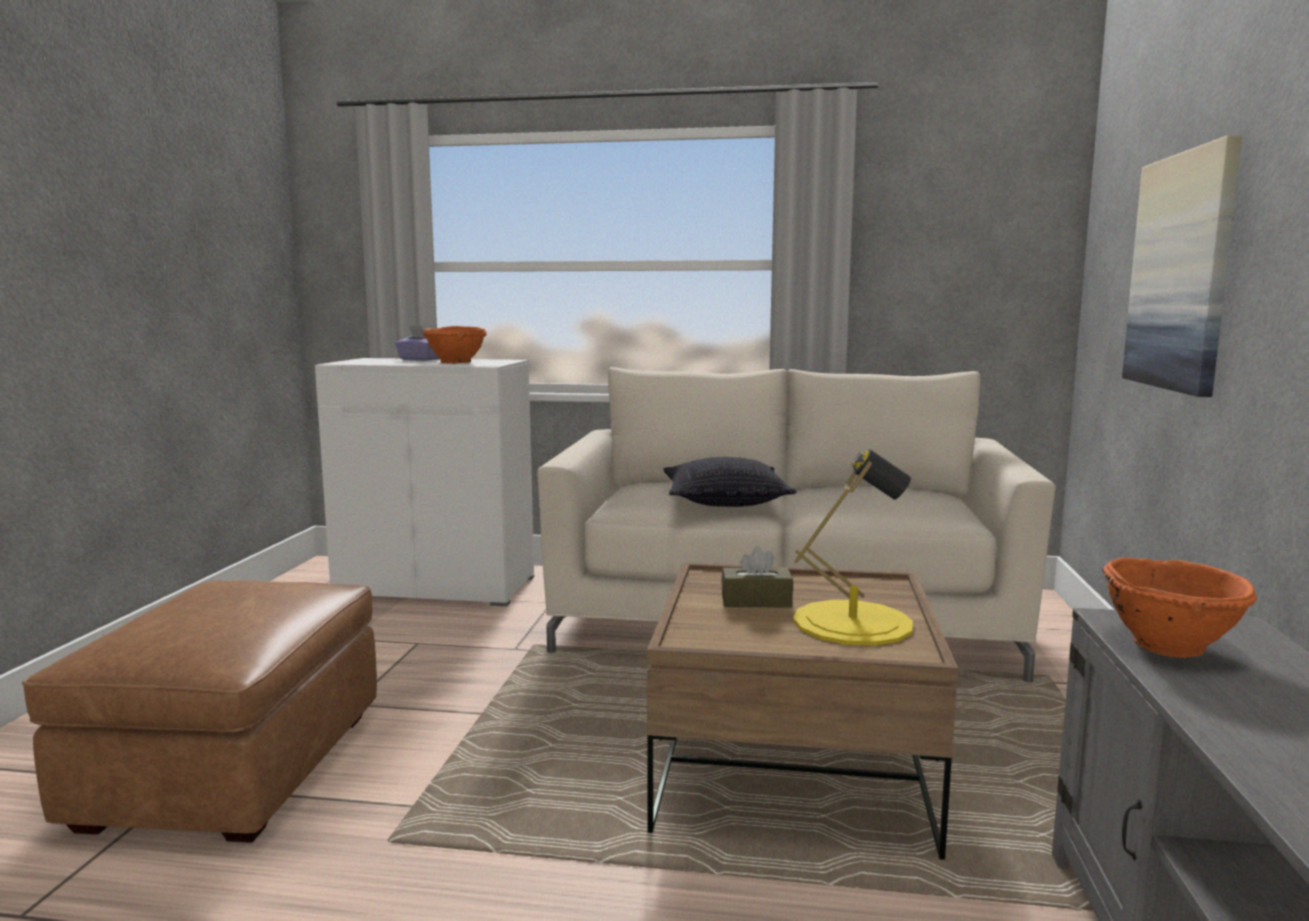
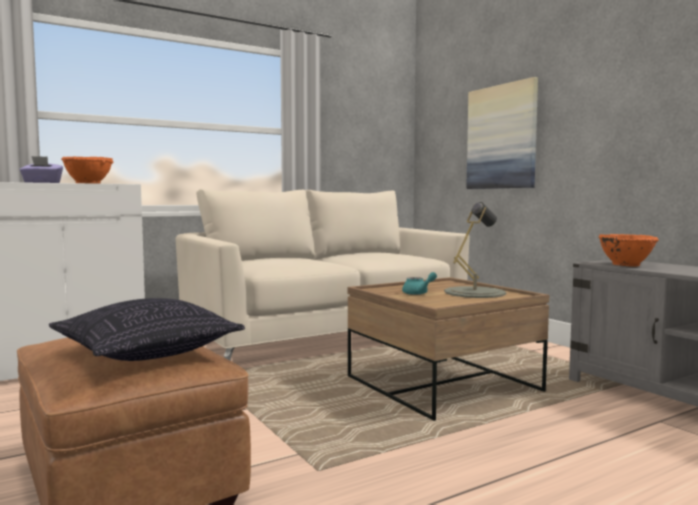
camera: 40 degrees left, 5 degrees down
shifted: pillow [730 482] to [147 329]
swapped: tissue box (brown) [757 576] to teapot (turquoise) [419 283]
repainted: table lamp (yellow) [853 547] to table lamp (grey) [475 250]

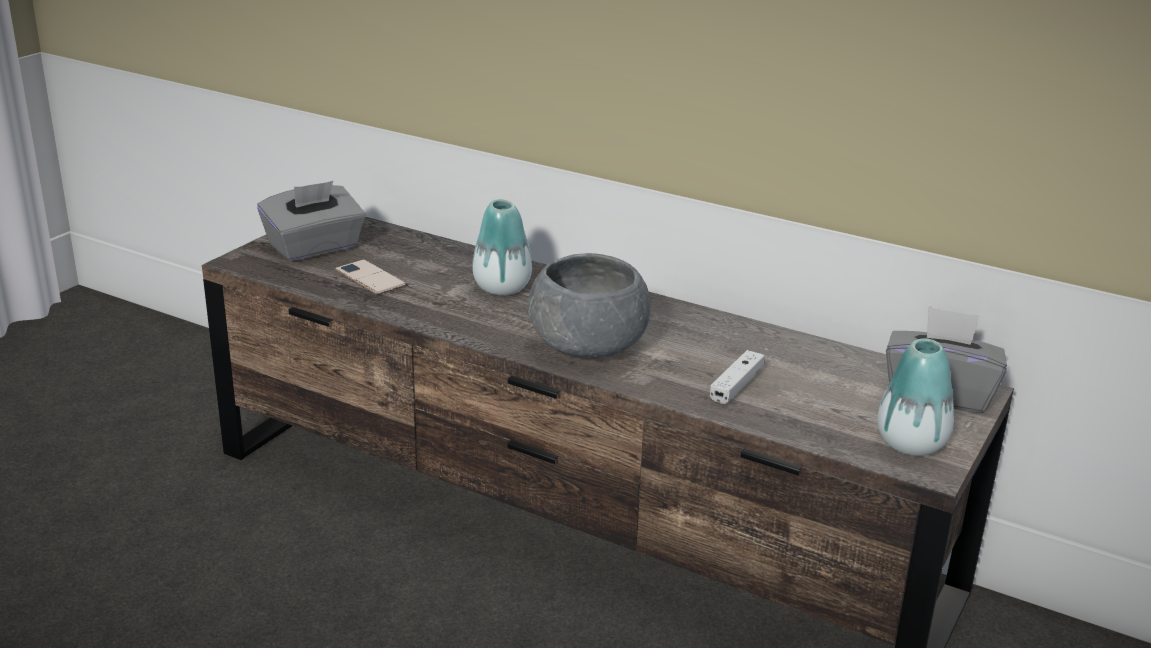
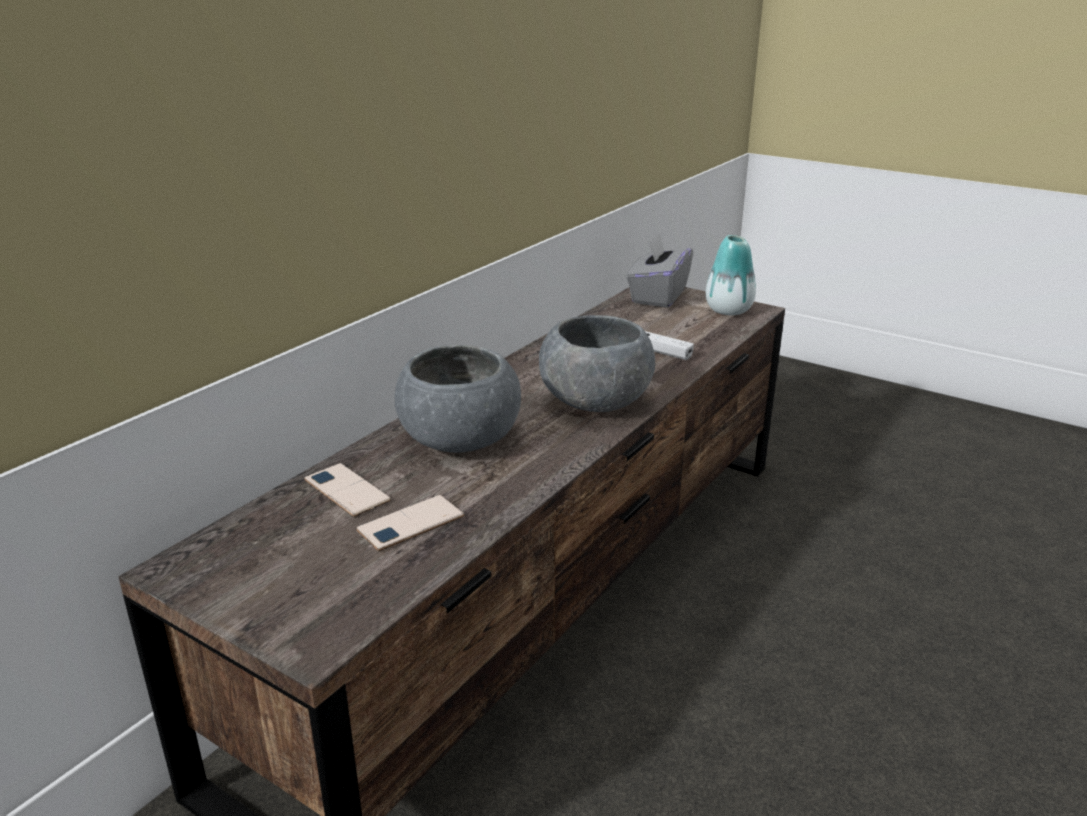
camera: 85 degrees left, 0 degrees up
gone: tissue box (grey) [311 221]
new: phone [347 490]
swapped: vase [502 247] to bowl (grey) [458 399]

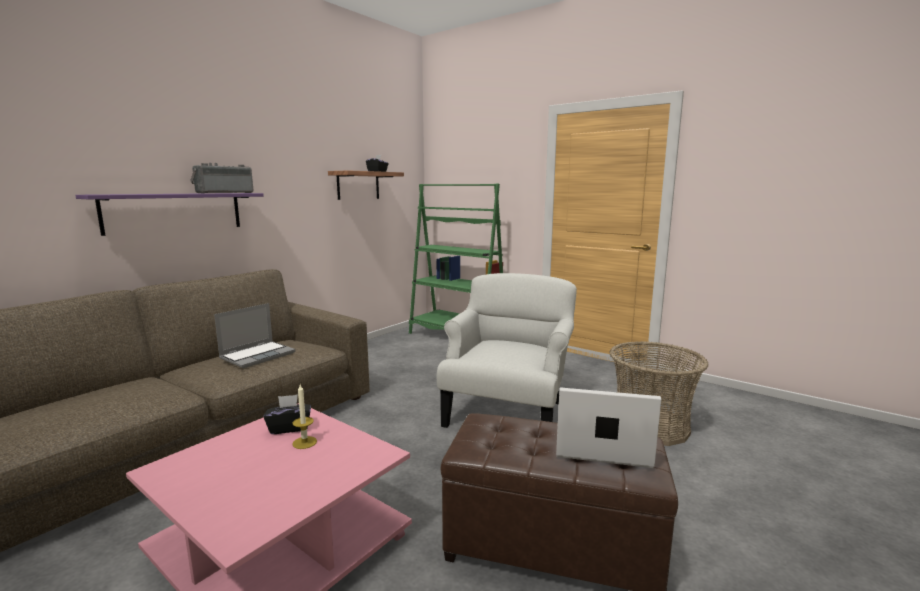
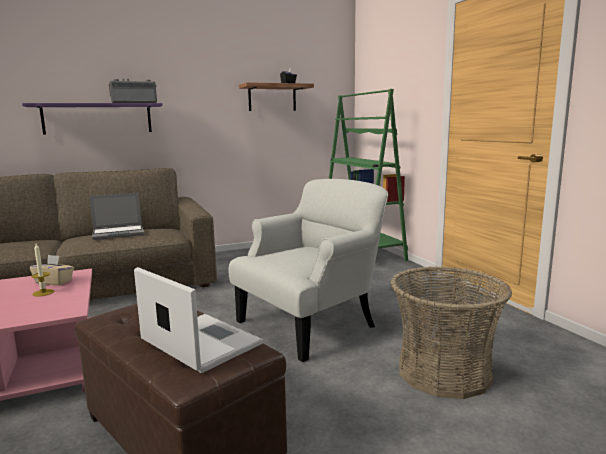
camera: 30 degrees right, 0 degrees up
repainted: tissue box (black) [287 414] to tissue box (beige) [52 270]

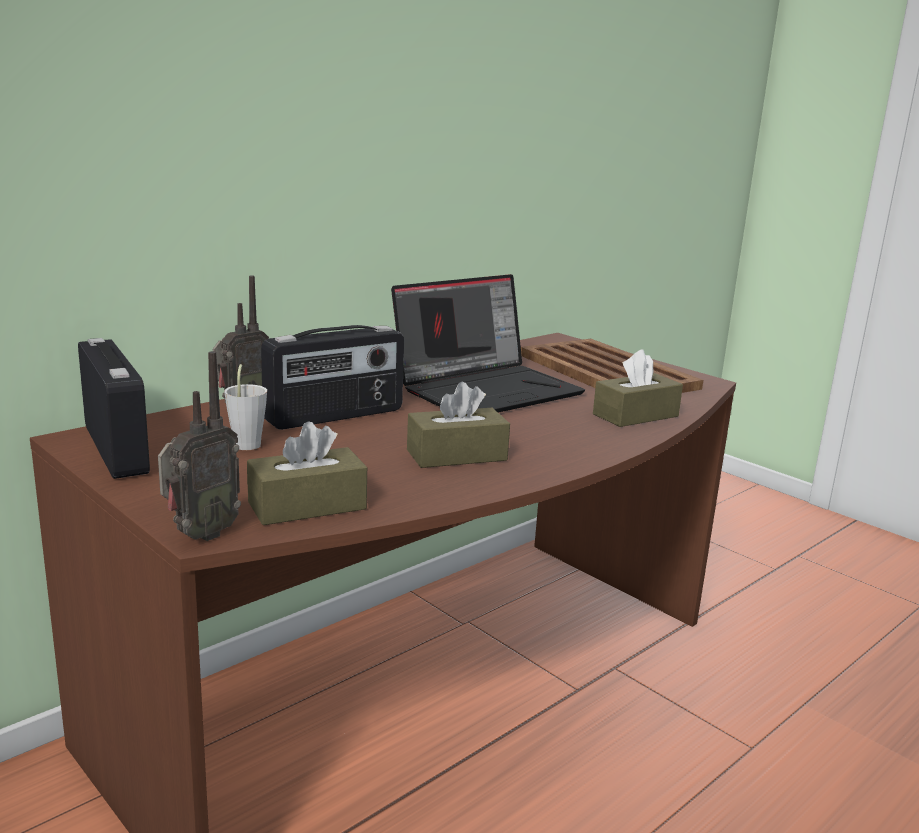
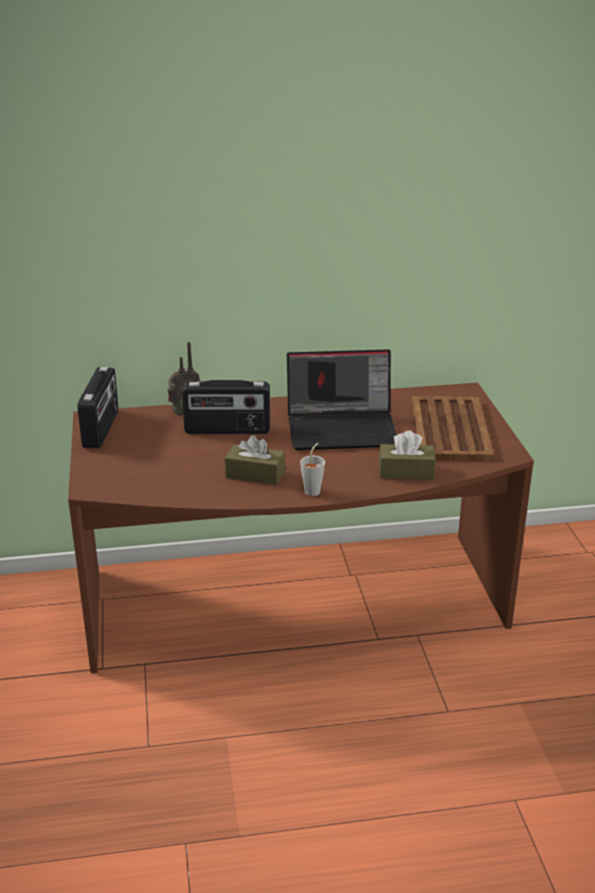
camera: 35 degrees right, 10 degrees up
gone: radio [199 446]; tissue box (brown) [307 473]
shifted: cup (grey) [245 407] to [312 469]

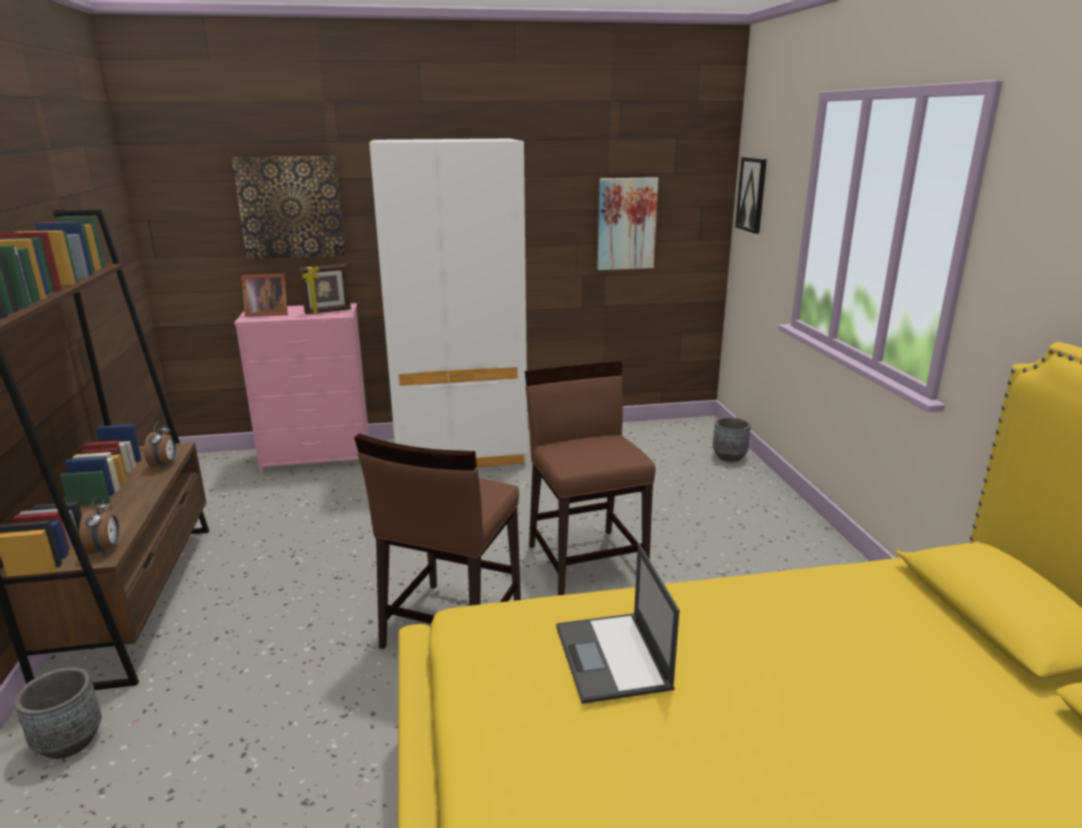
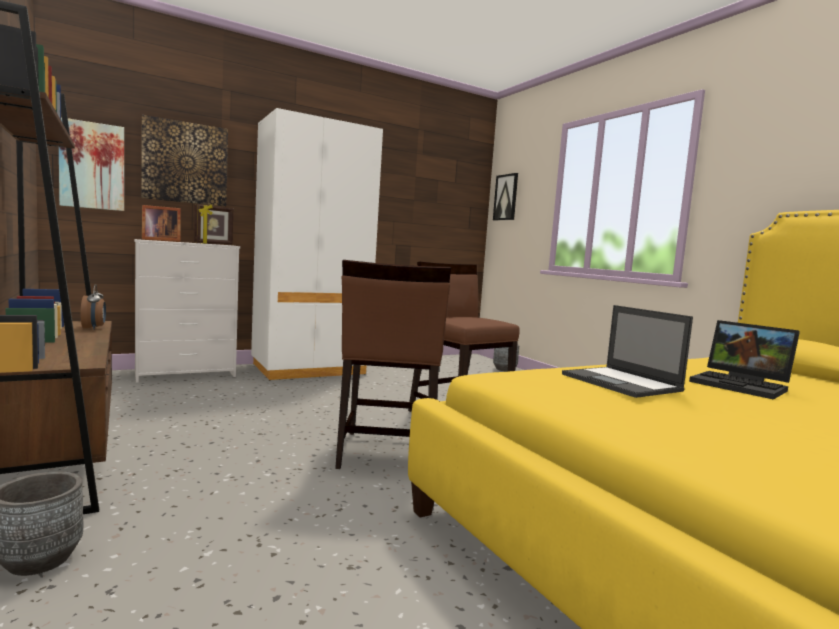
camera: 20 degrees left, 15 degrees down
gone: alarm clock [99 526]
new: laptop [744 360]
shifted: picture [627 223] to [91 164]
repainted: dresser (pink) [301 388] to dresser (white) [187 311]

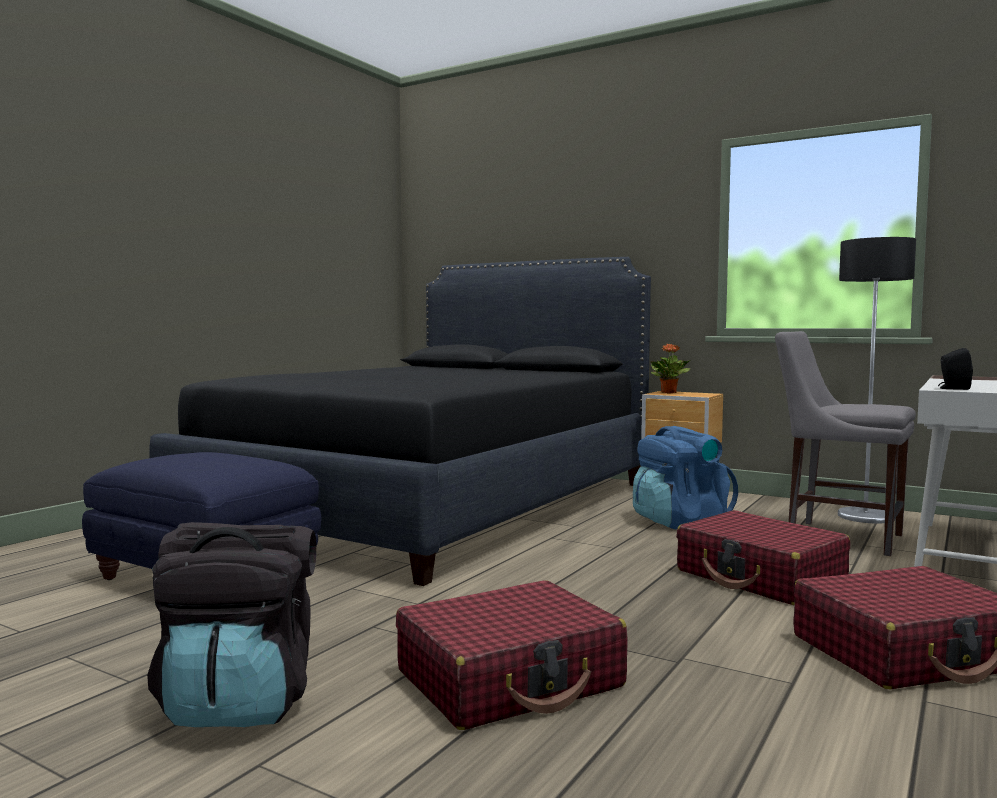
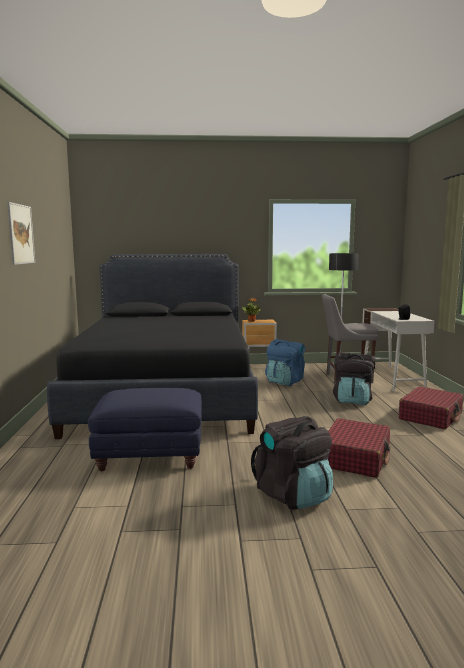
camera: 35 degrees left, 5 degrees up
new: picture [21 233]
swapped: suitcase (red) [763 557] to backpack (black) [354 378]

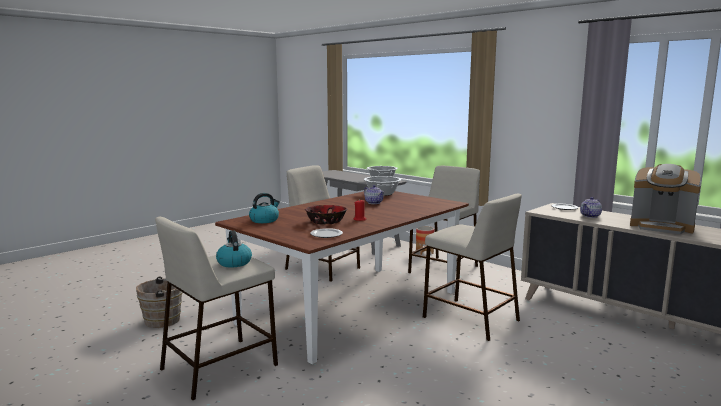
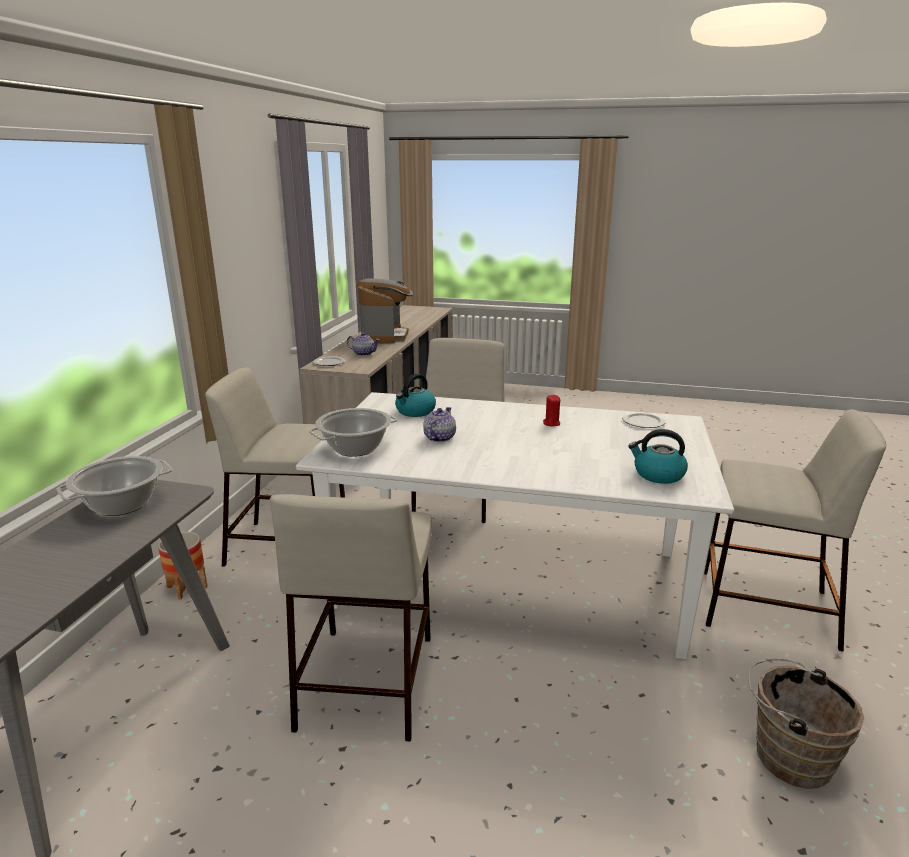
camera: 120 degrees left, 10 degrees up
gone: bowl [326 215]
shifted: kettle [234 248] to [415 395]
repainted: dining table (brown) [342 277] to dining table (white) [515 525]

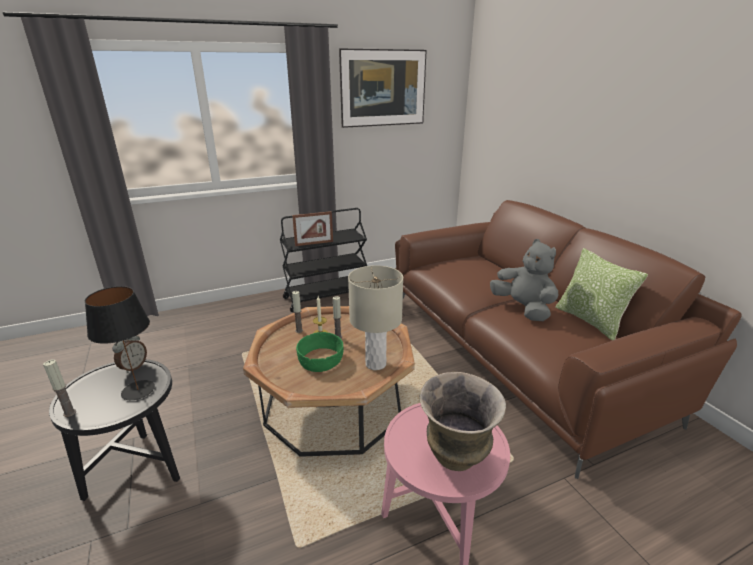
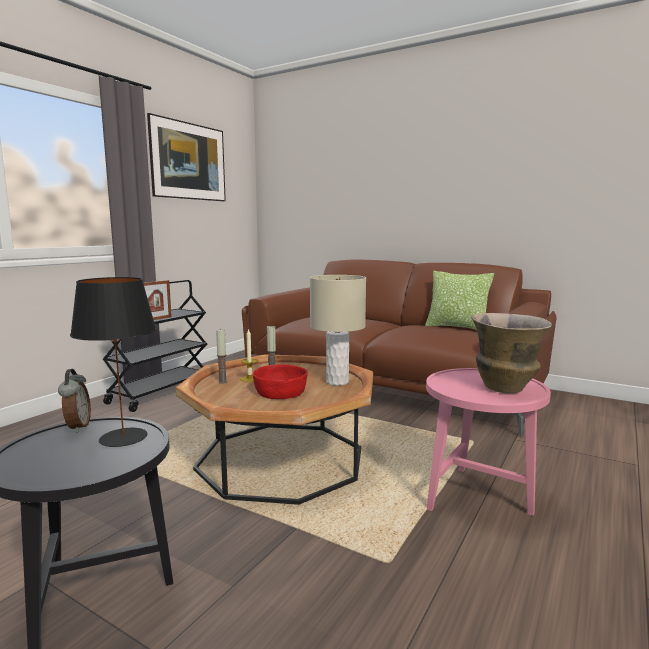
camera: 35 degrees left, 15 degrees down
gone: candle [59 388]; plush toy (grey) [524 280]
repainted: bowl (green) [319 352] to bowl (red) [280 381]

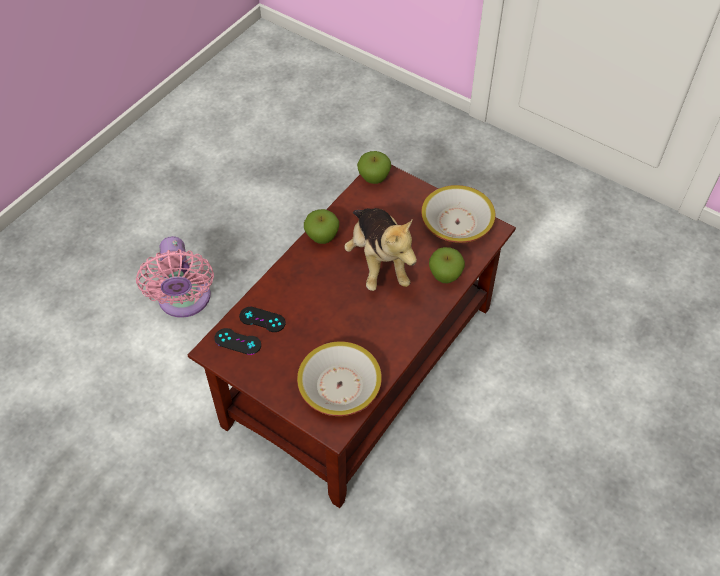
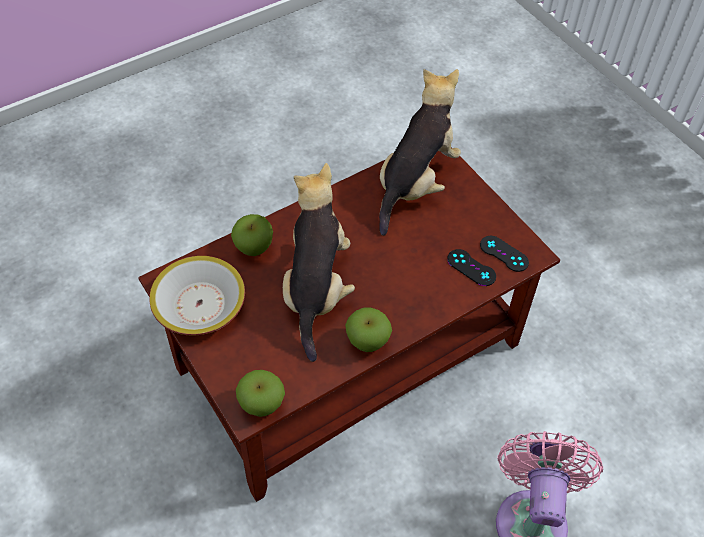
camera: 160 degrees left, 0 degrees up
swapped: bowl [339 378] to plush toy [420 152]

